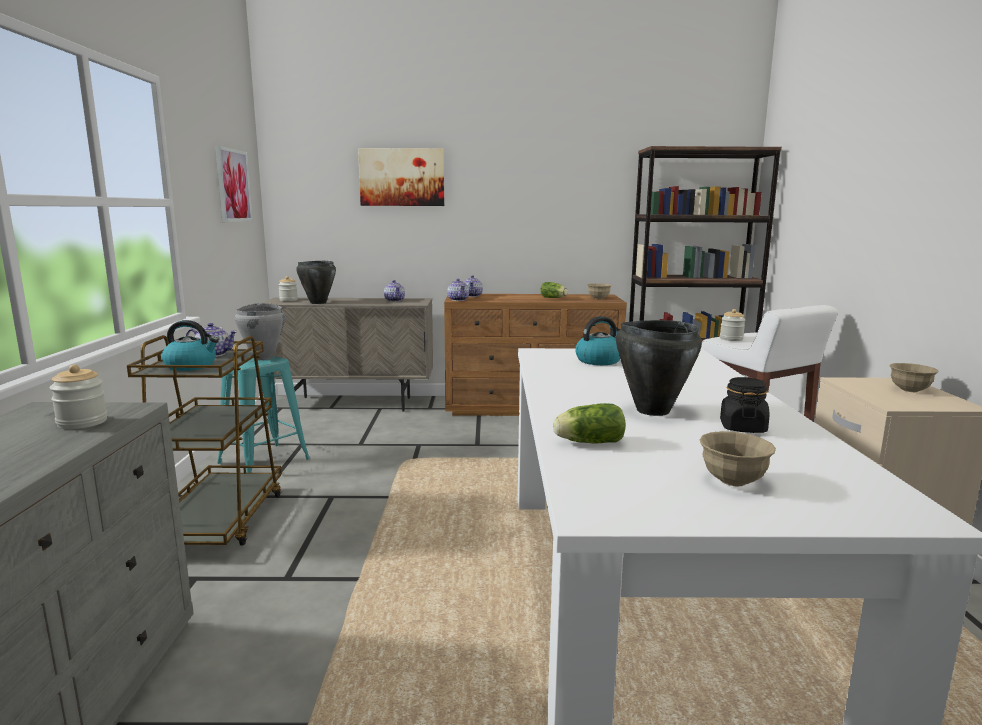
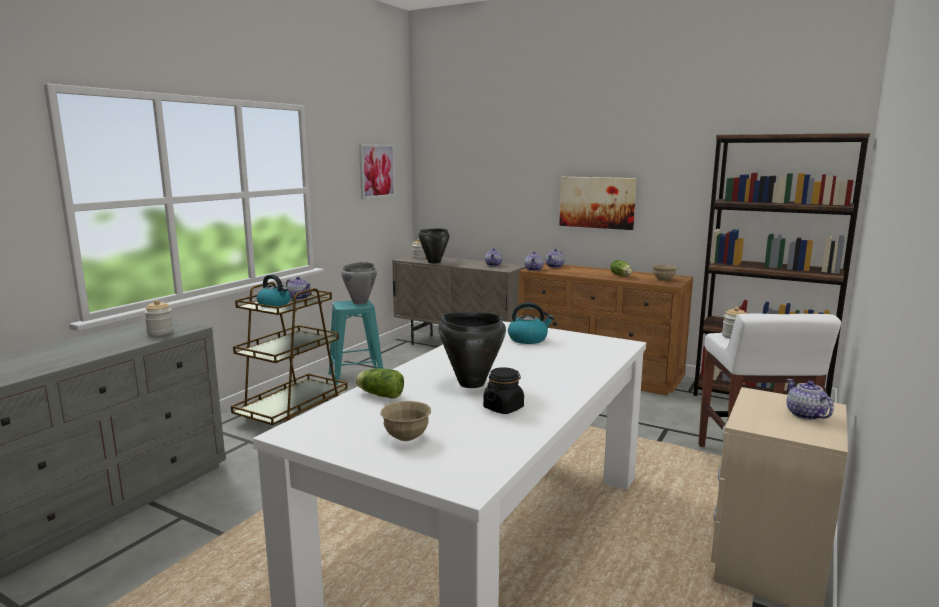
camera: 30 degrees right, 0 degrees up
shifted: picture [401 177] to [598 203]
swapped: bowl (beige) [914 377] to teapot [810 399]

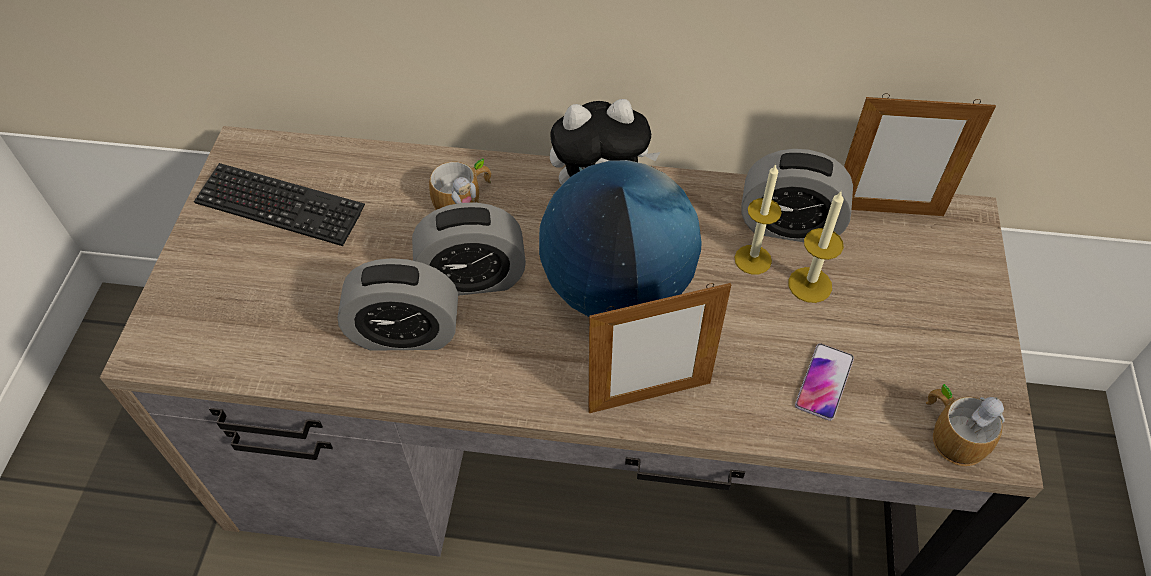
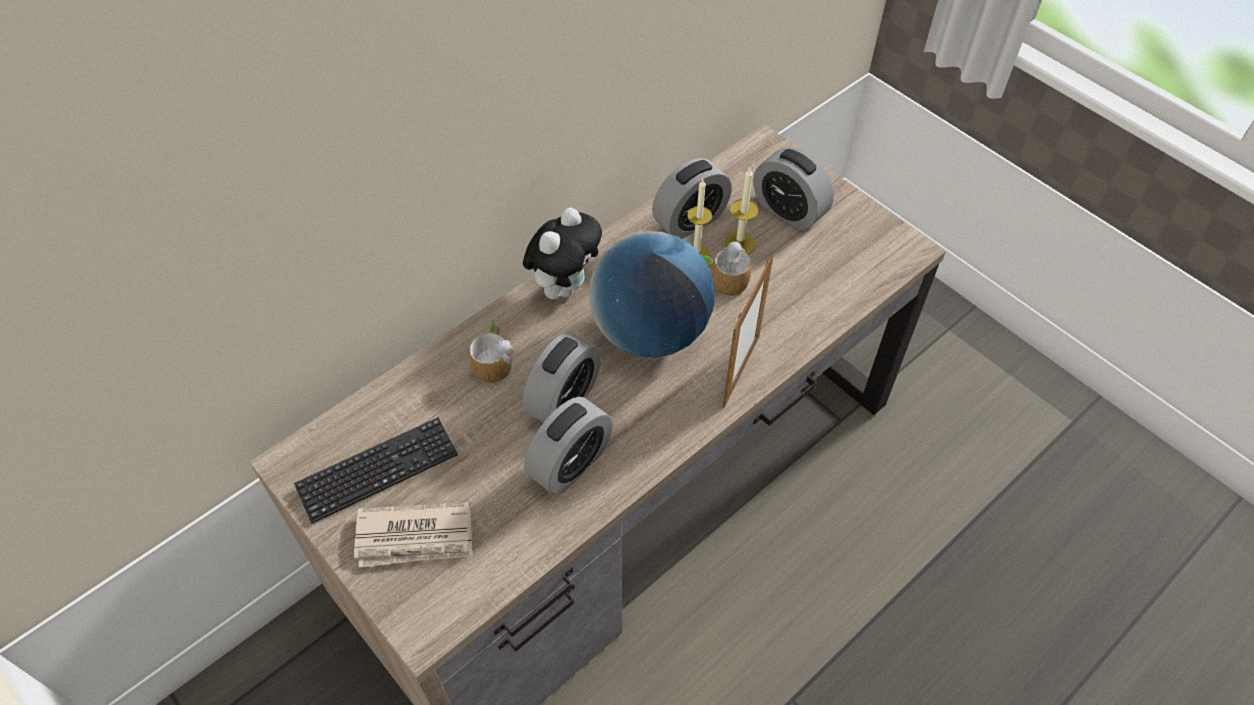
camera: 50 degrees left, 0 degrees up
gone: phone [824 382]; picture frame [920 154]
new: newspaper [413 534]; alarm clock [793 188]
shifted: mug [965 425] to [727 268]

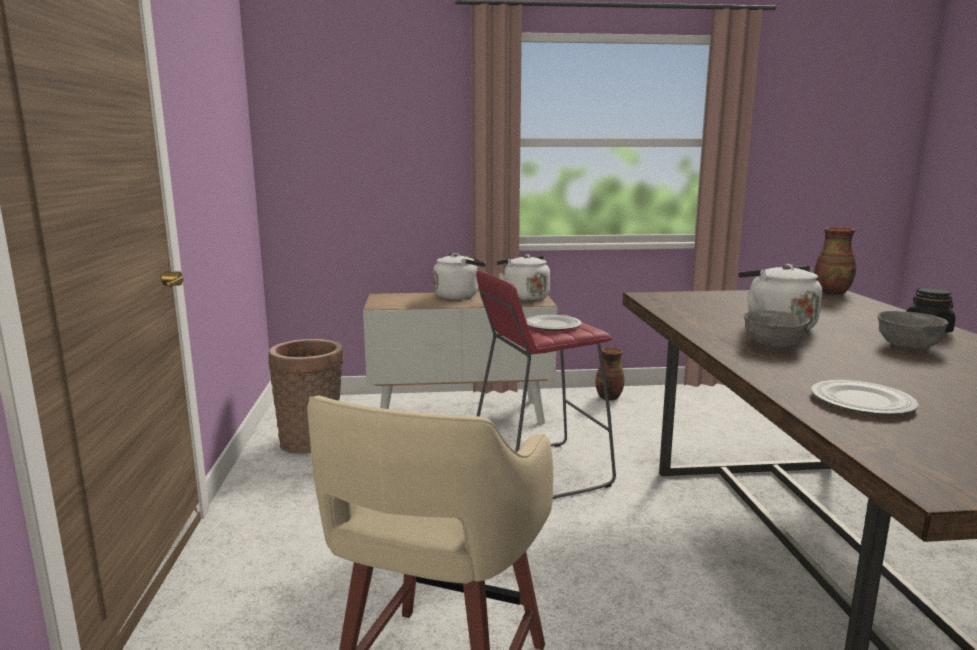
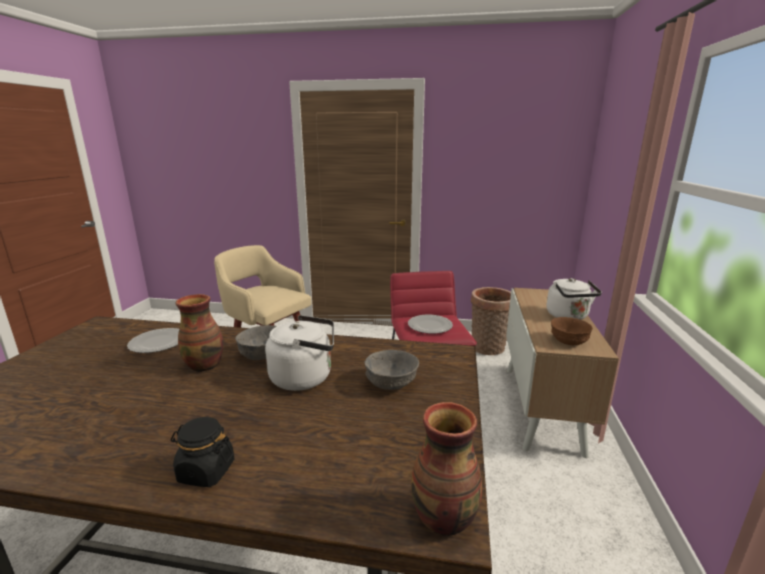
camera: 105 degrees right, 5 degrees up
shifted: vase [609 374] to [199 333]; bowl (grey) [913 330] to [392 370]
swapped: kettle (white) [523 277] to bowl (brown) [572 331]

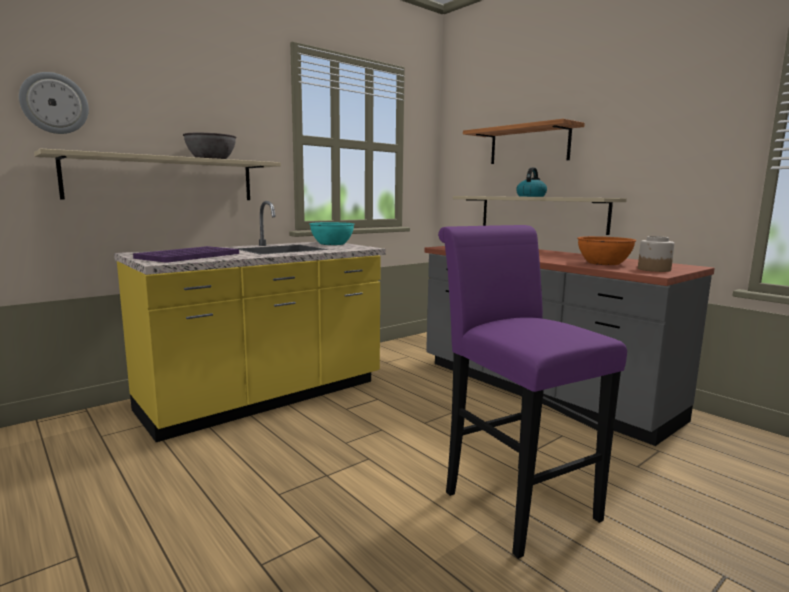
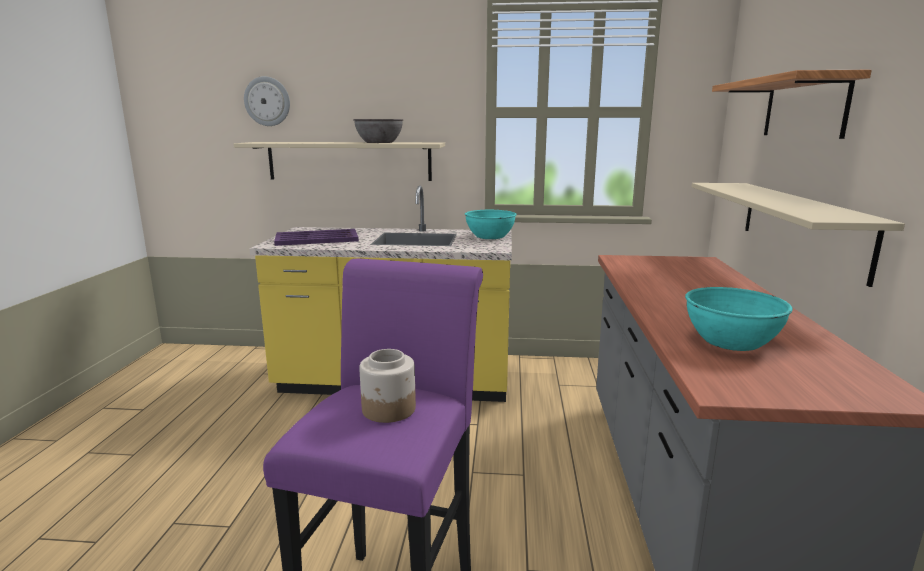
camera: 45 degrees right, 5 degrees up
gone: kettle [531 182]
shifted: jar [656 254] to [387 386]
repainted: bowl (orange) [606 250] to bowl (turquoise) [739 319]

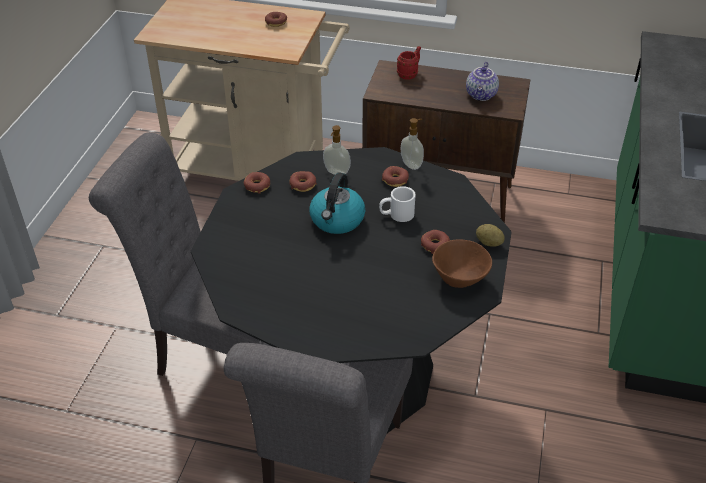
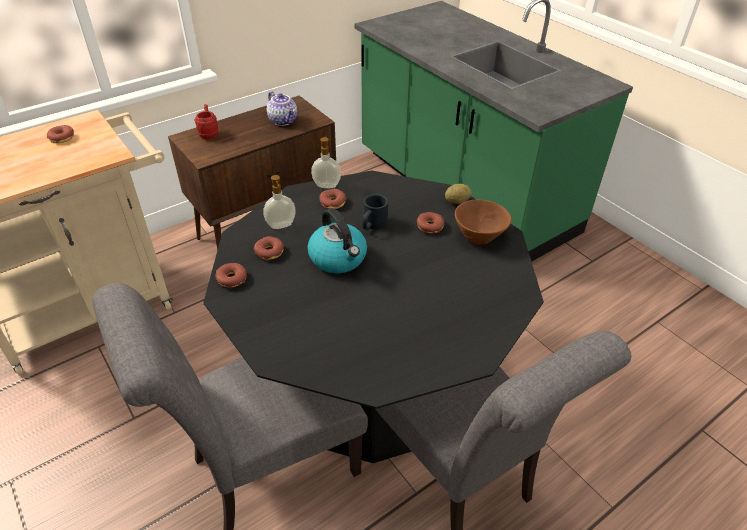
camera: 50 degrees left, 0 degrees up
repainted: mug (white) [397 204] to mug (black) [375 212]

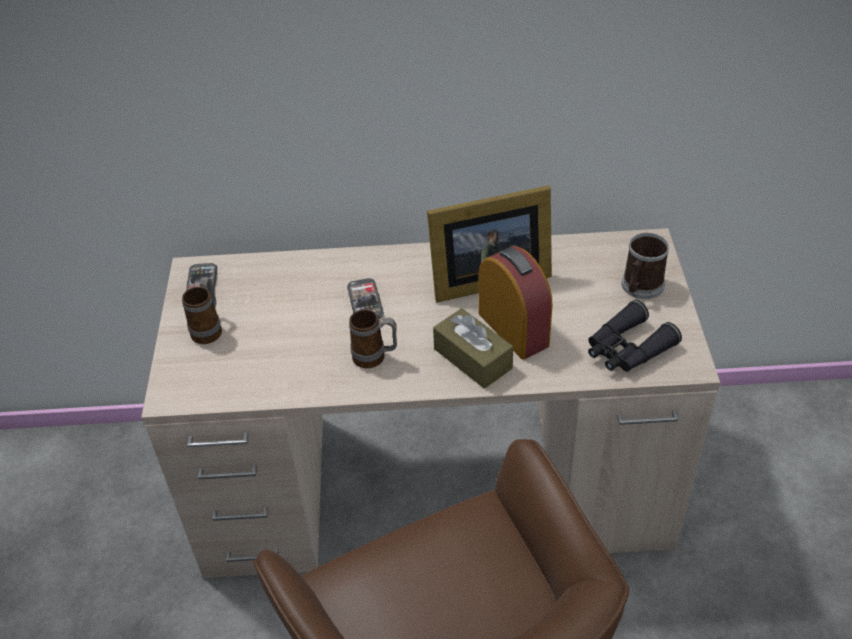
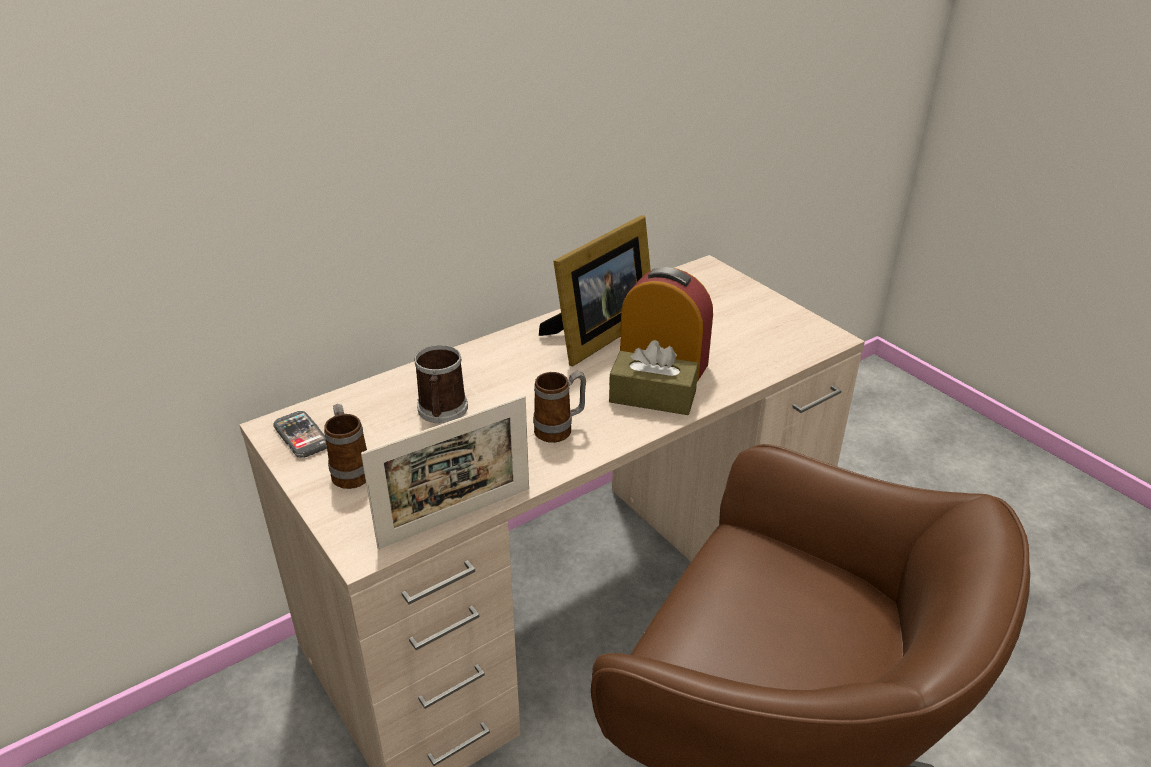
camera: 35 degrees left, 10 degrees down
gone: phone [365 298]; binoculars (black) [635 336]
new: picture frame [445 472]
shifted: mug [645 266] to [441 384]

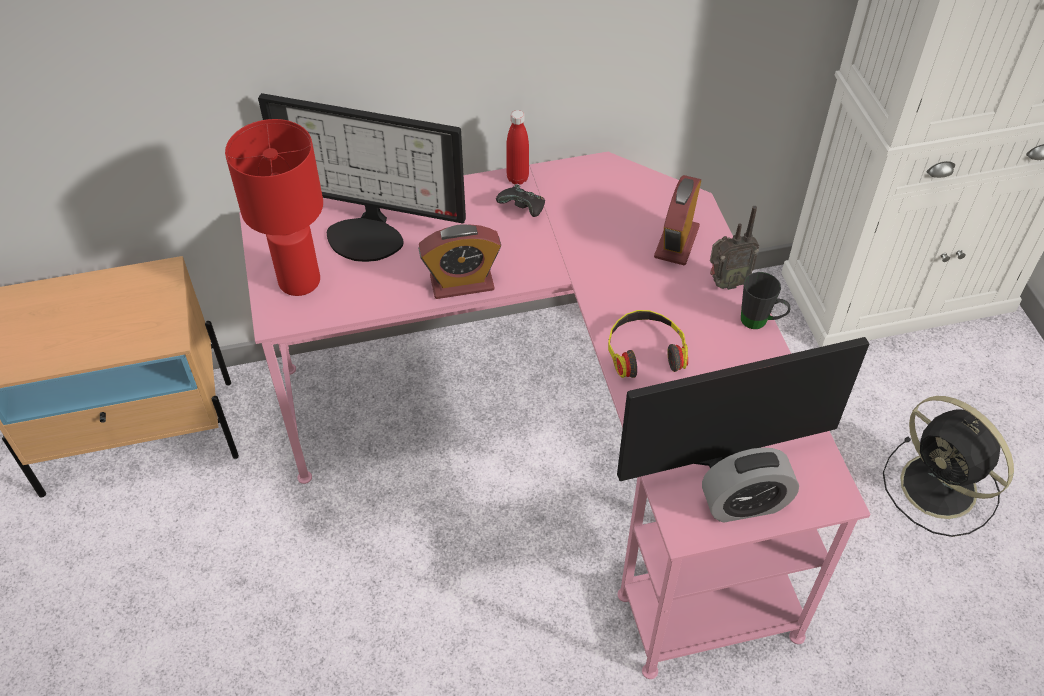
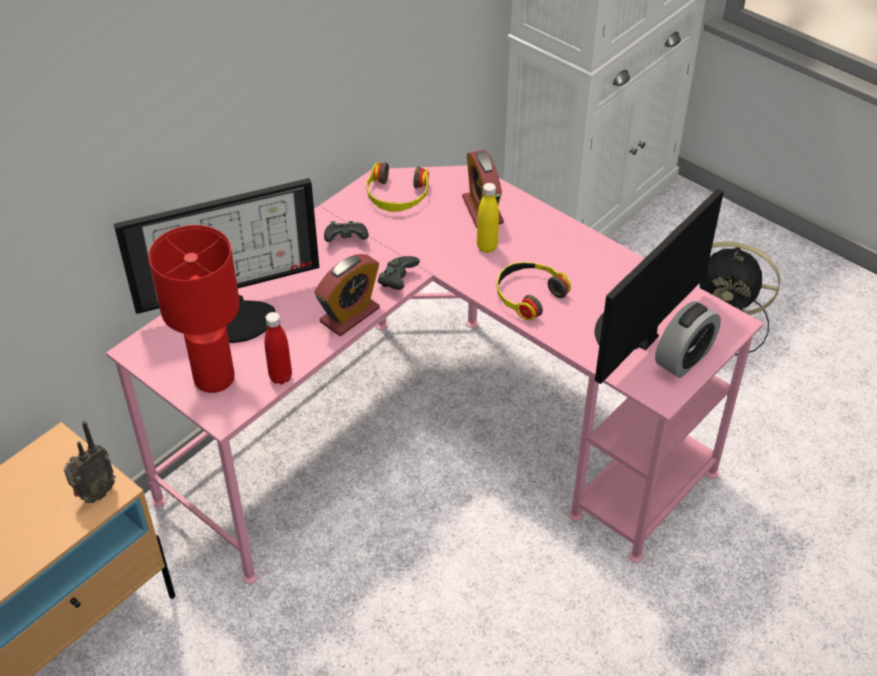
camera: 35 degrees left, 5 degrees down
gone: mug (black) [766 300]
new: headphones [397 187]; game controller (black) [399 273]; bottle (yellow) [488 218]
shifted: bottle (red) [517 147] to [278 348]; radio [734 248] to [89 462]

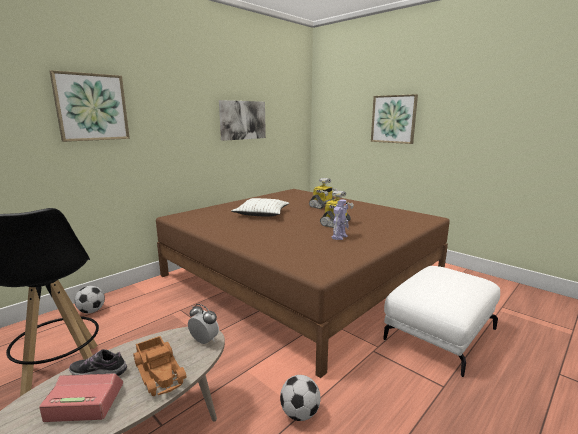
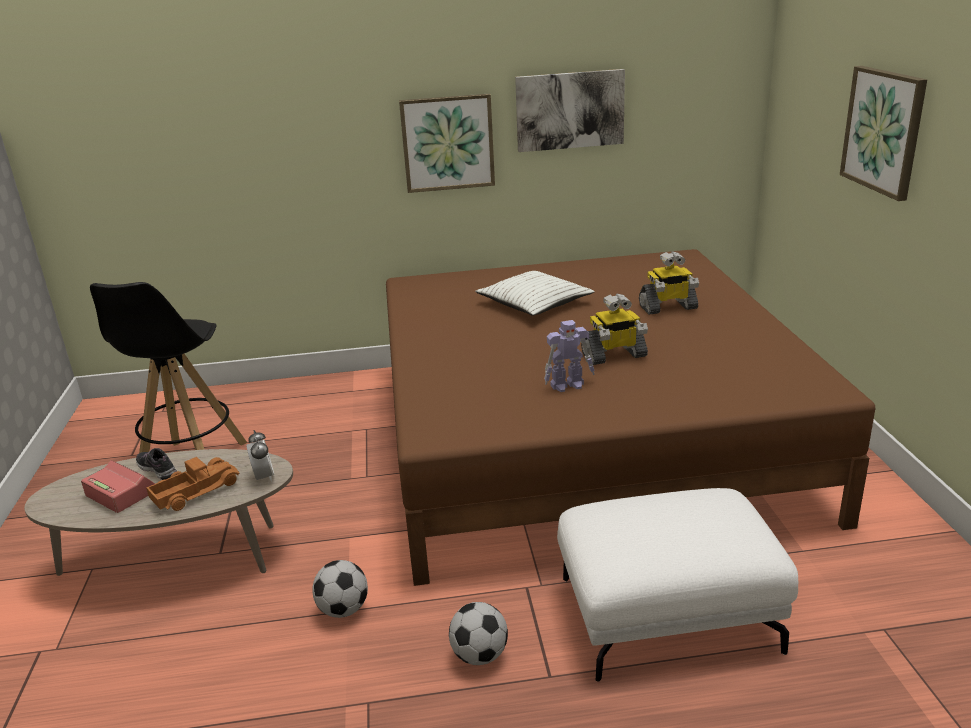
camera: 40 degrees right, 10 degrees up
shifted: picture [89 106] to [447 143]; football [90 299] to [478 633]
rotated: toy truck [160 366] = [193 484] 135 degrees counterclockwise

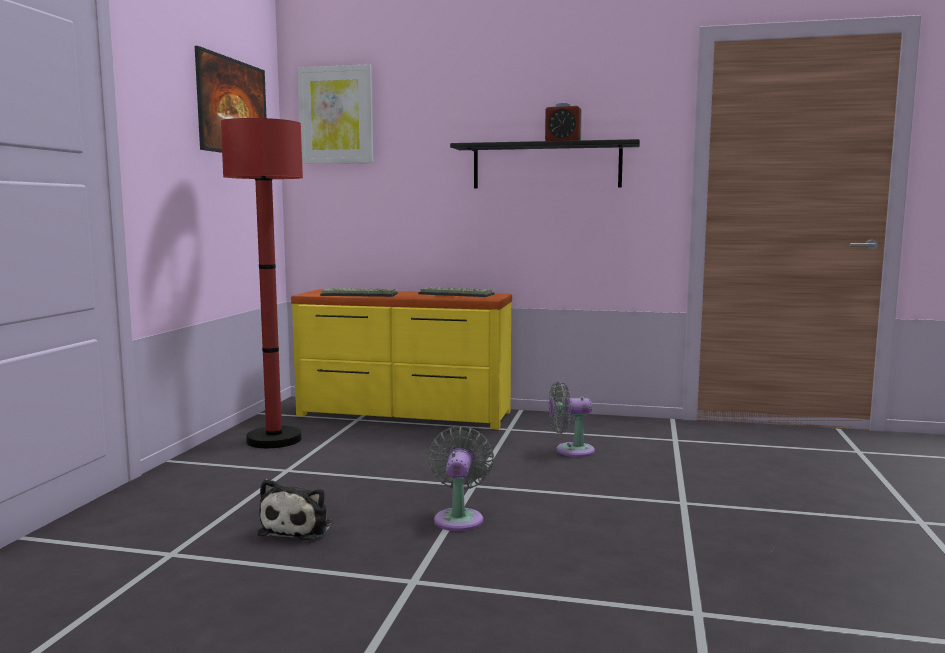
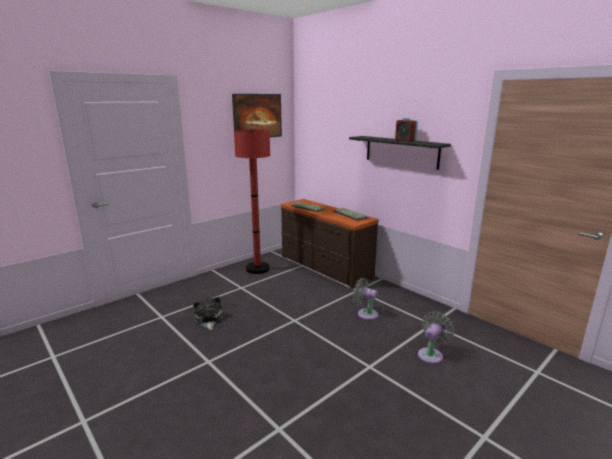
camera: 35 degrees right, 10 degrees up
gone: picture [335 114]
shifted: fan (grey) [461 478] to [436 338]
repainted: dresser (yellow) [401 359] to dresser (brown) [330 244]
rotated: plush toy [295 509] = [207 313] 120 degrees clockwise

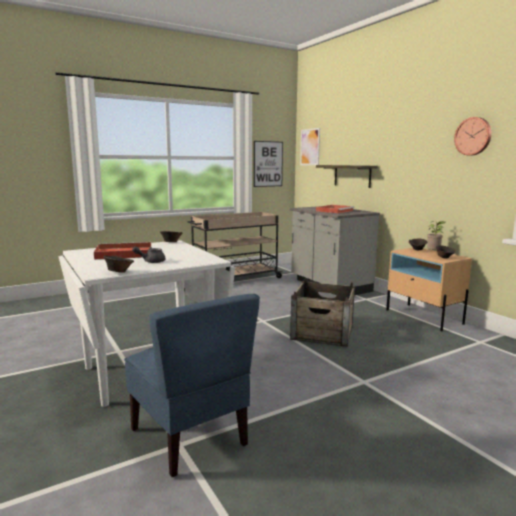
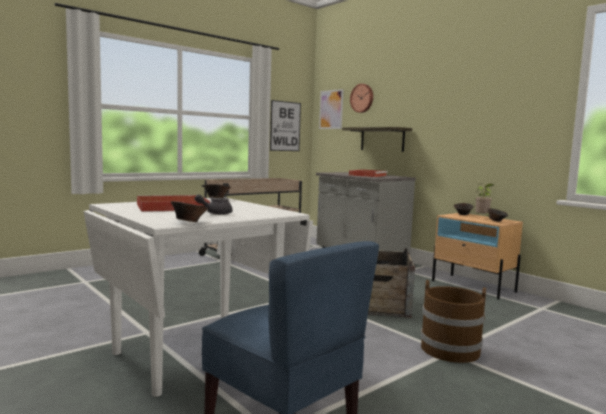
camera: 10 degrees left, 5 degrees down
new: bucket (brown) [453 321]
shifted: wall clock [473 136] to [361 98]

